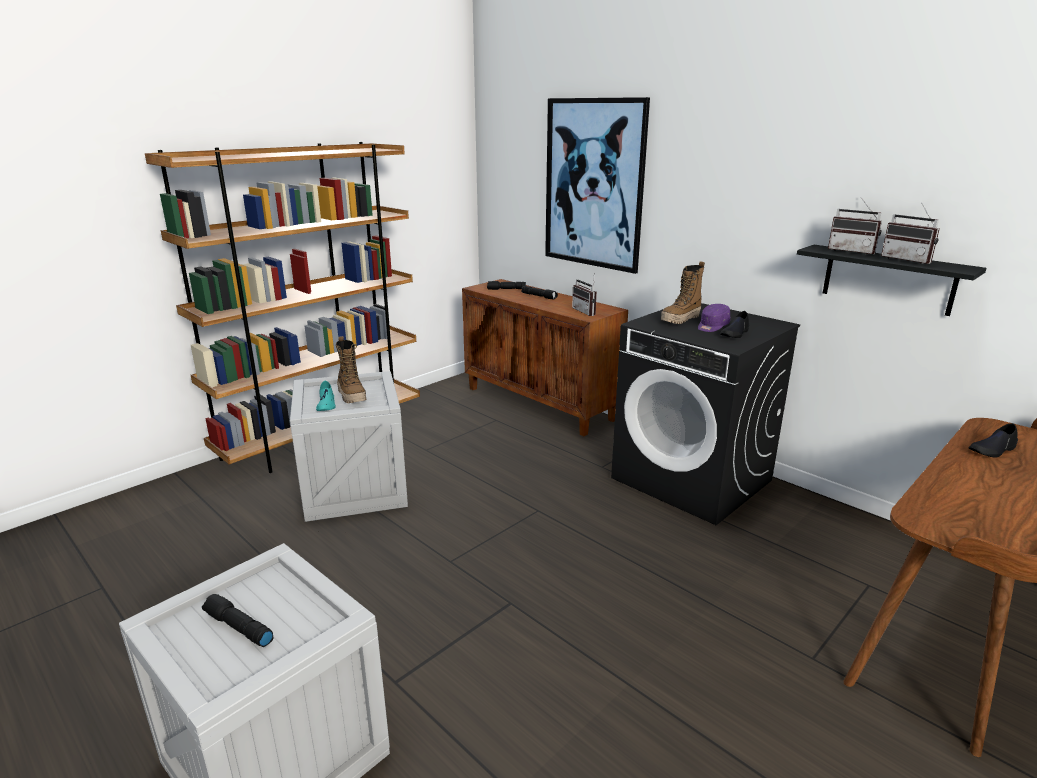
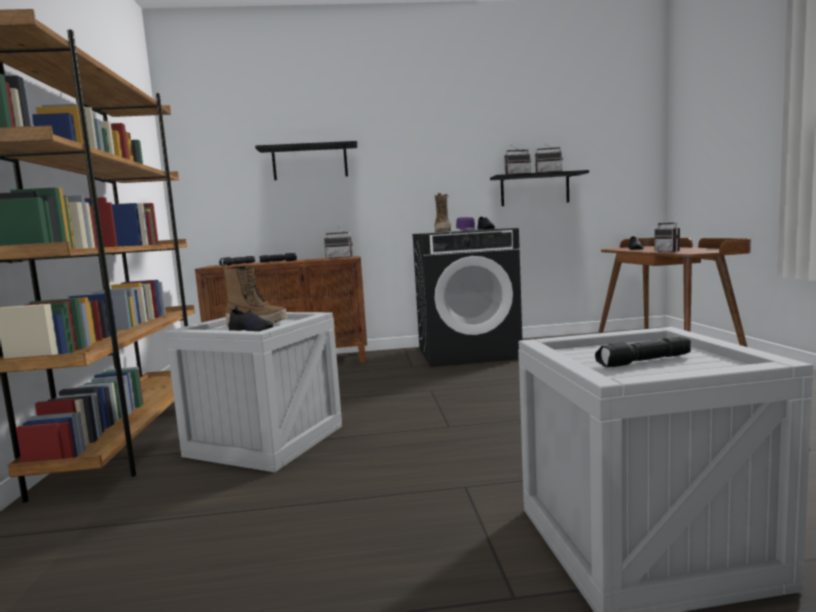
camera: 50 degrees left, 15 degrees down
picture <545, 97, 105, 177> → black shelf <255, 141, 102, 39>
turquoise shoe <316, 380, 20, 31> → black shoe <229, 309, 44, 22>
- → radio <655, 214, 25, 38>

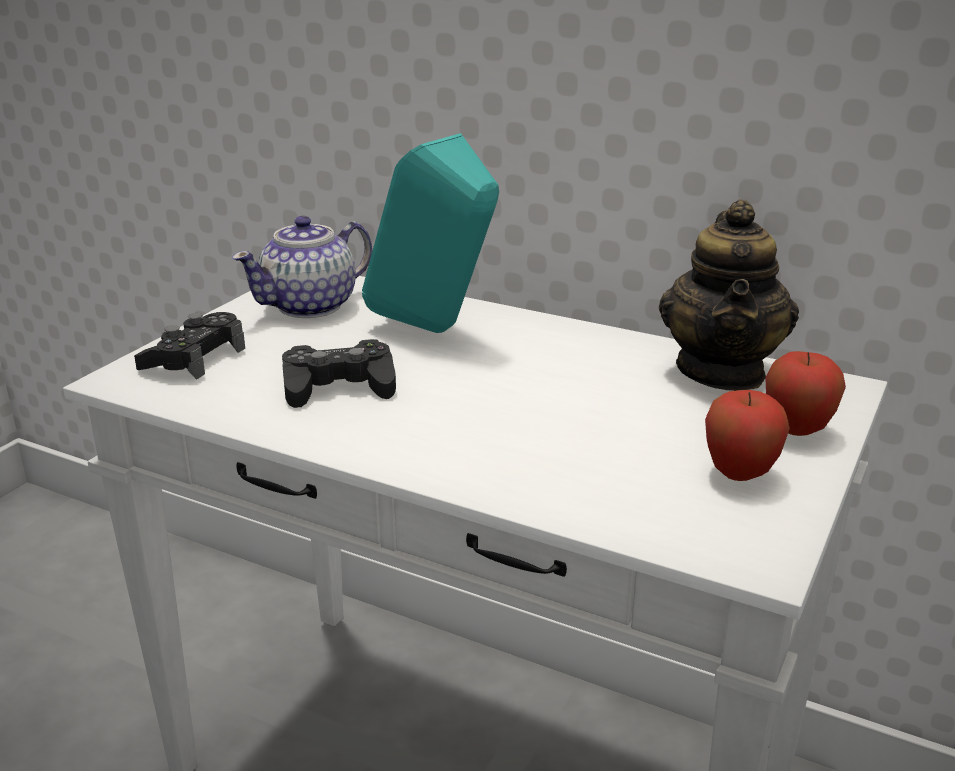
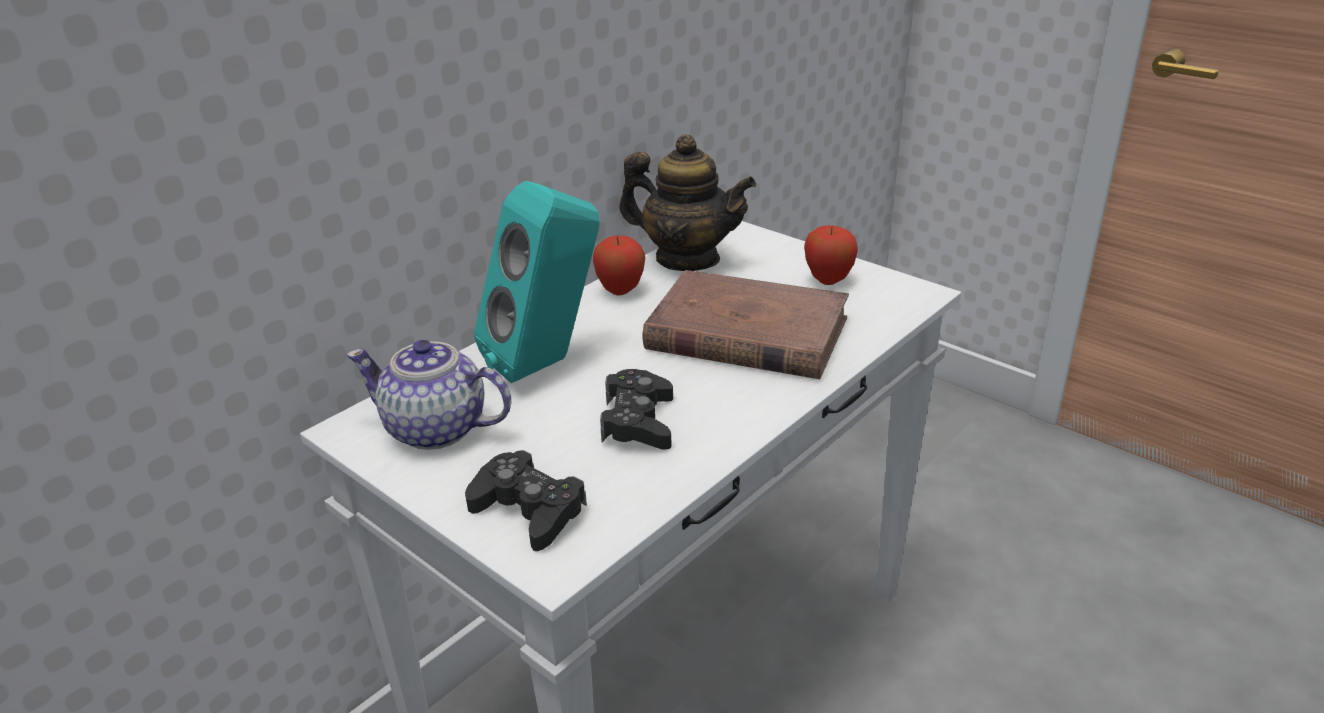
camera: 75 degrees left, 5 degrees up
teapot <232, 216, 140, 102> → teapot <346, 340, 166, 110>, 135 degrees clockwise
apple <765, 351, 81, 85> → apple <593, 236, 52, 59>, moved
- → brown book <643, 270, 206, 109>

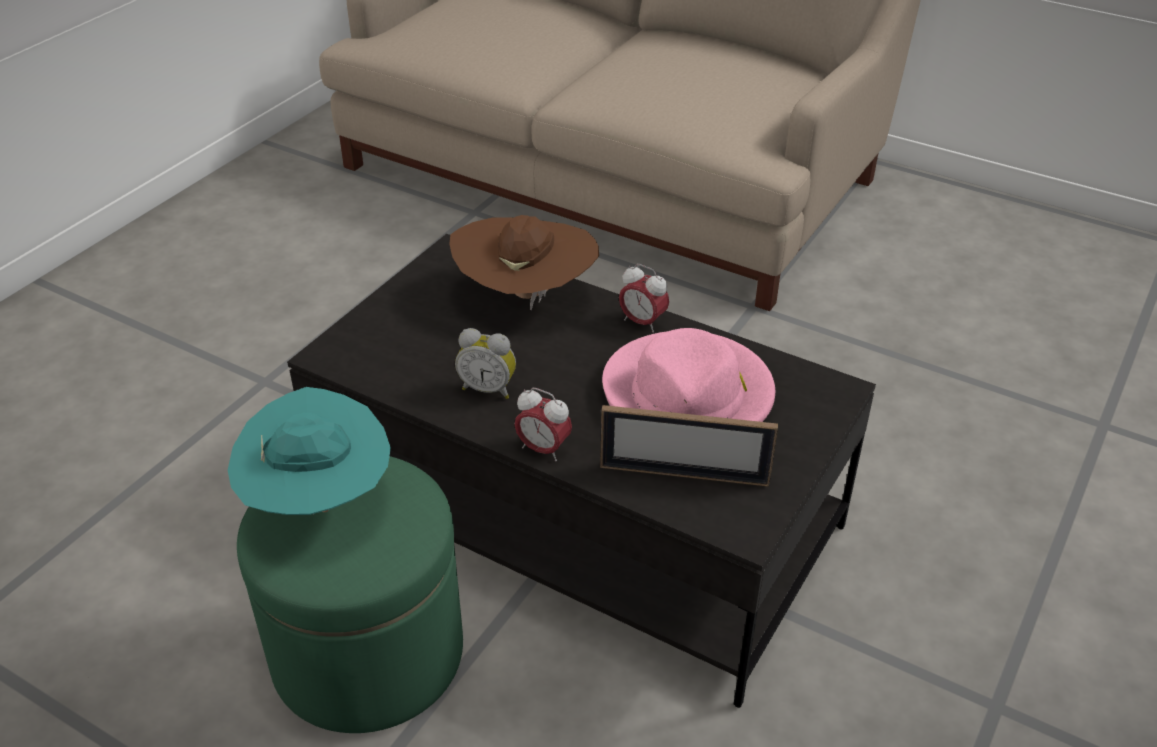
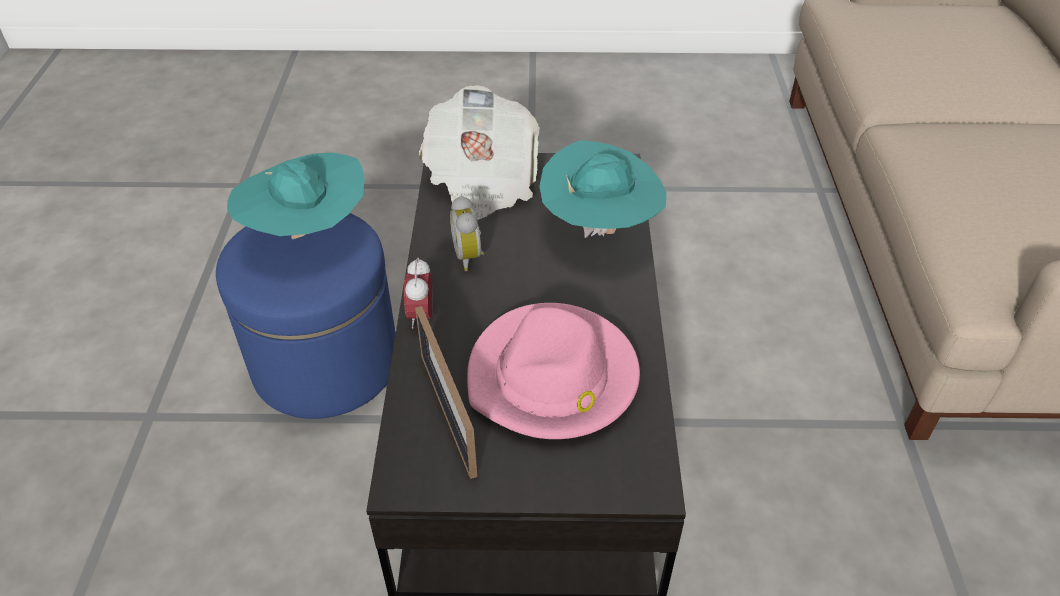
camera: 60 degrees right, 5 degrees up
brown hat <449, 215, 150, 95> → turquoise hat <539, 140, 128, 98>
alarm clock <619, 264, 50, 69> → -
green ottoman <237, 456, 226, 277> → blue ottoman <216, 213, 180, 206>
- → newspaper <419, 85, 121, 135>

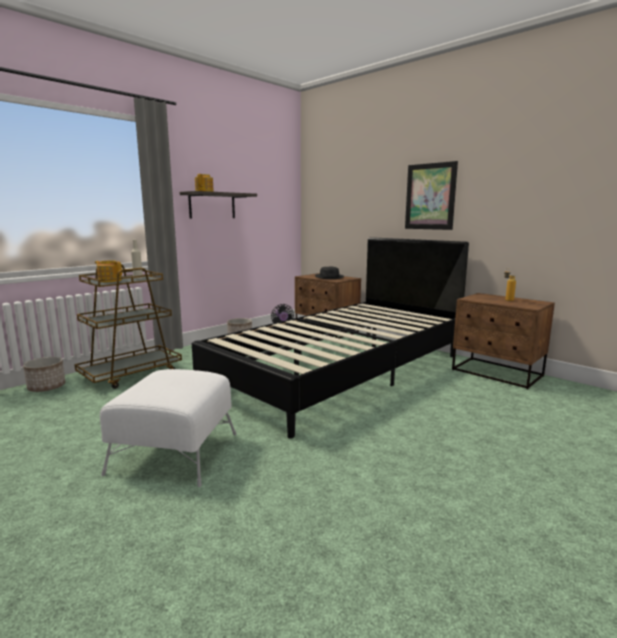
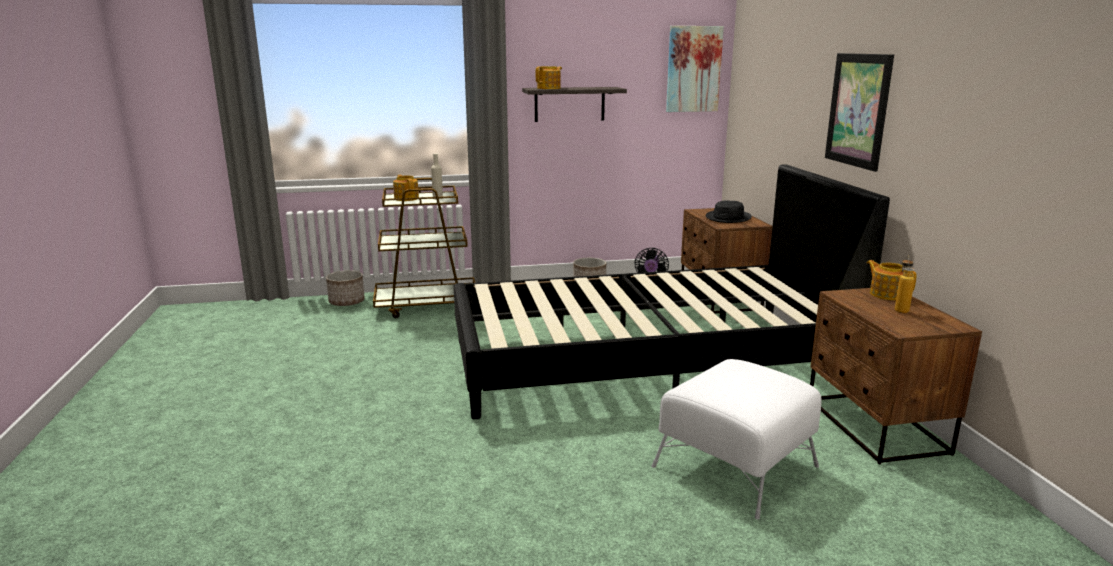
camera: 35 degrees right, 5 degrees up
white ottoman <100, 369, 137, 118> → white ottoman <651, 359, 171, 161>, moved
- → picture <666, 26, 58, 86>
- → teapot <867, 260, 50, 40>

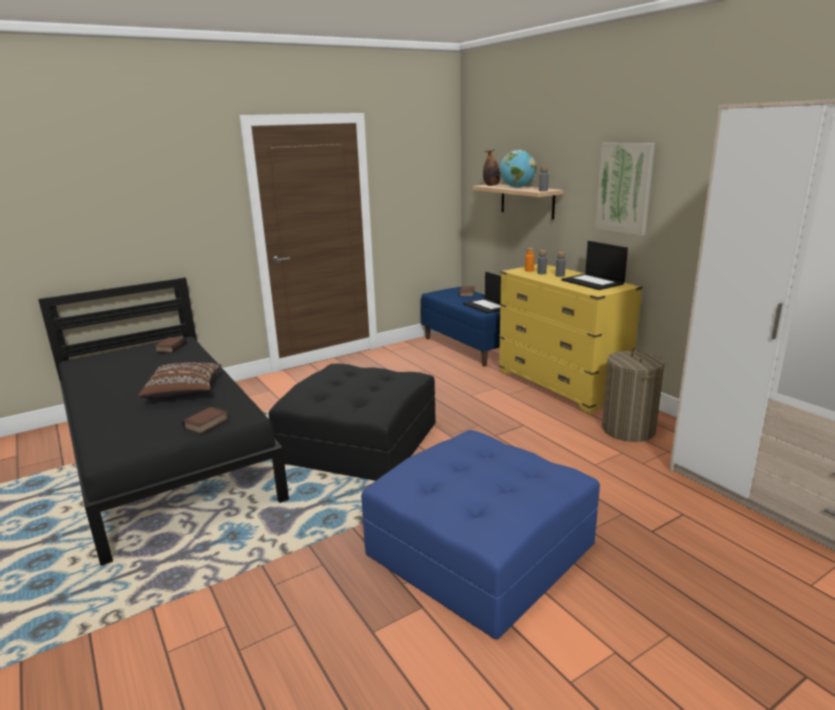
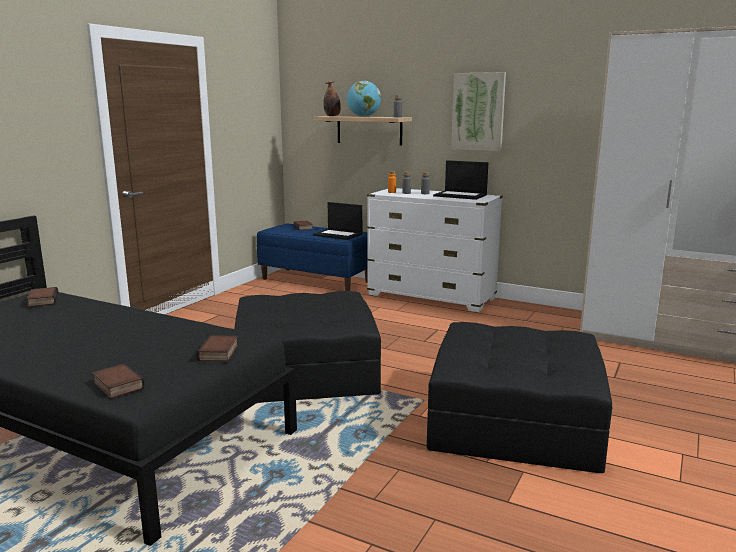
camera: 30 degrees left, 5 degrees down
yellow dresser <499, 264, 144, 149> → white dresser <367, 188, 136, 124>
laundry basket <602, 348, 63, 94> → -
brown pillow <138, 362, 83, 38> → -
blue ottoman <361, 430, 239, 210> → black ottoman <427, 322, 185, 151>
- → book <92, 363, 53, 36>

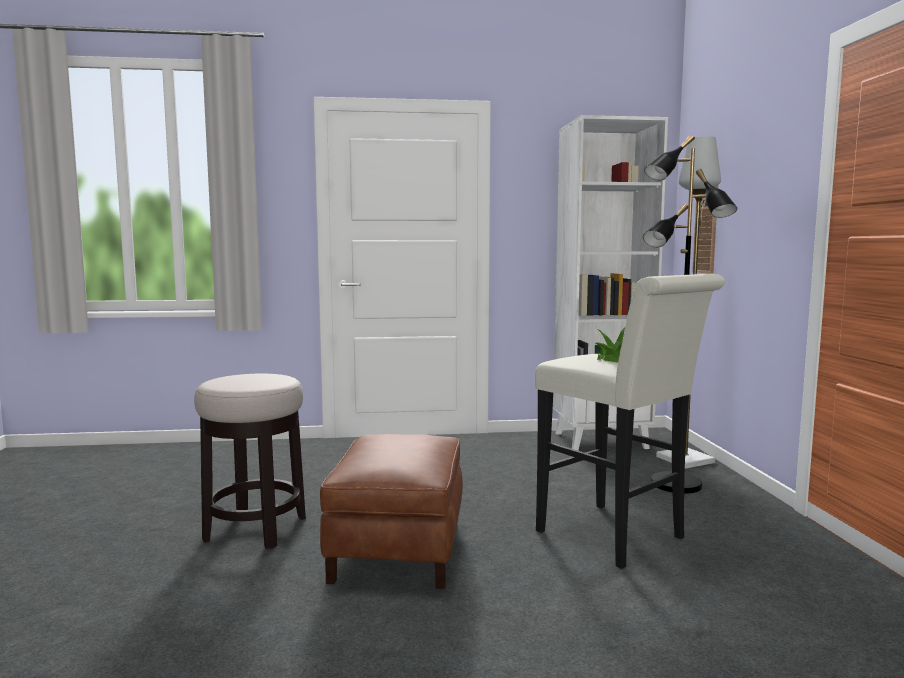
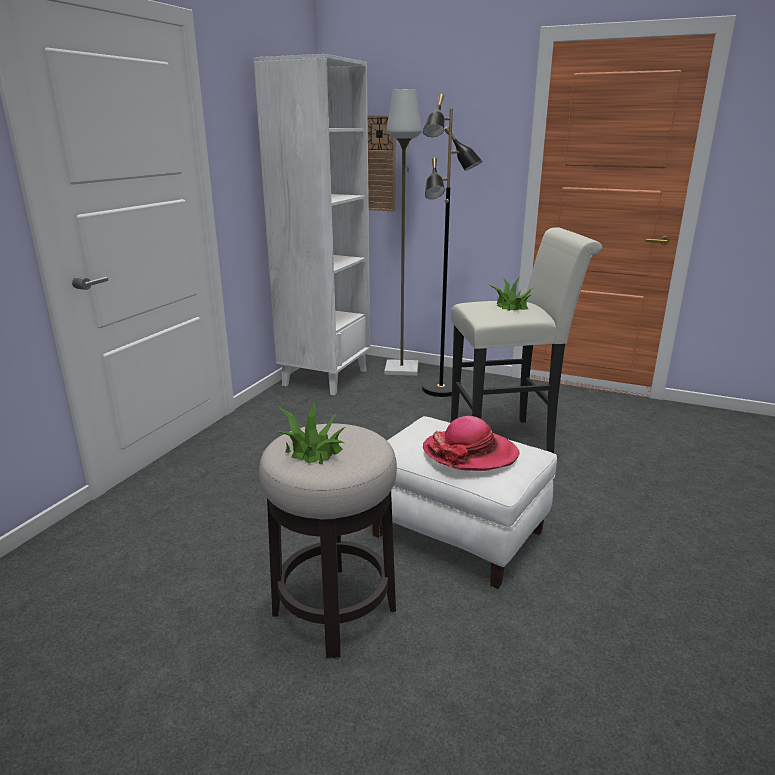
camera: 60 degrees left, 15 degrees up
brown ottoman <320, 434, 143, 155> → white ottoman <372, 416, 185, 173>
- → potted plant <278, 403, 68, 61>
- → hat <423, 416, 96, 55>

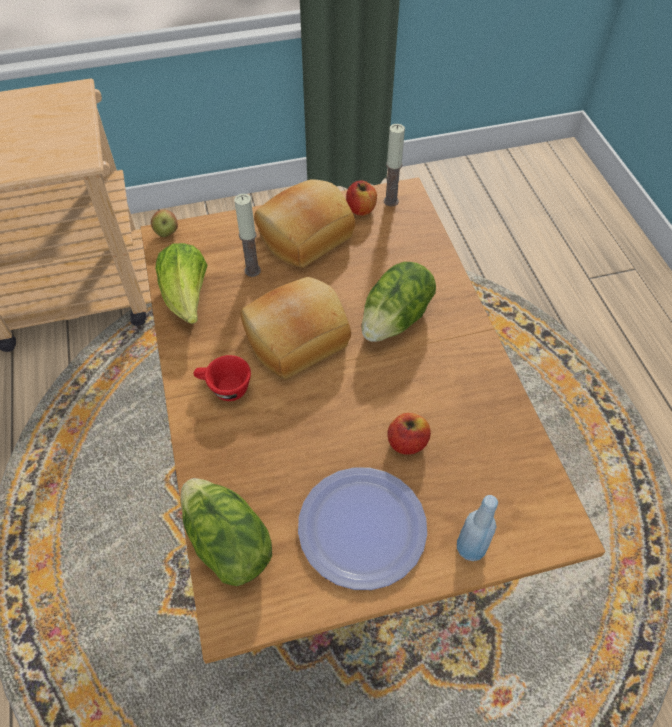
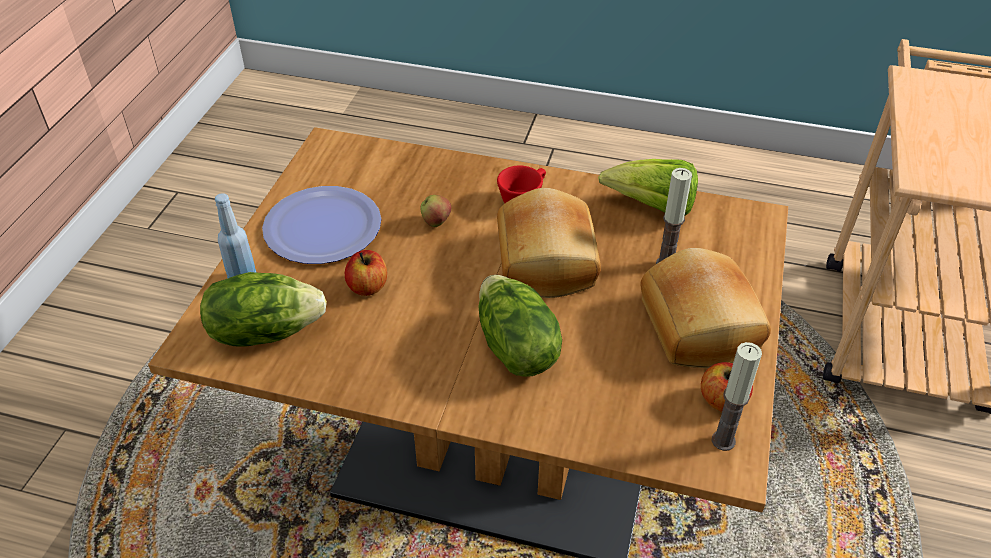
camera: 120 degrees right, 10 degrees down
apple <151, 210, 27, 27> → apple <420, 195, 32, 32>, moved
lettuce <181, 478, 91, 108> → lettuce <200, 272, 127, 75>, moved

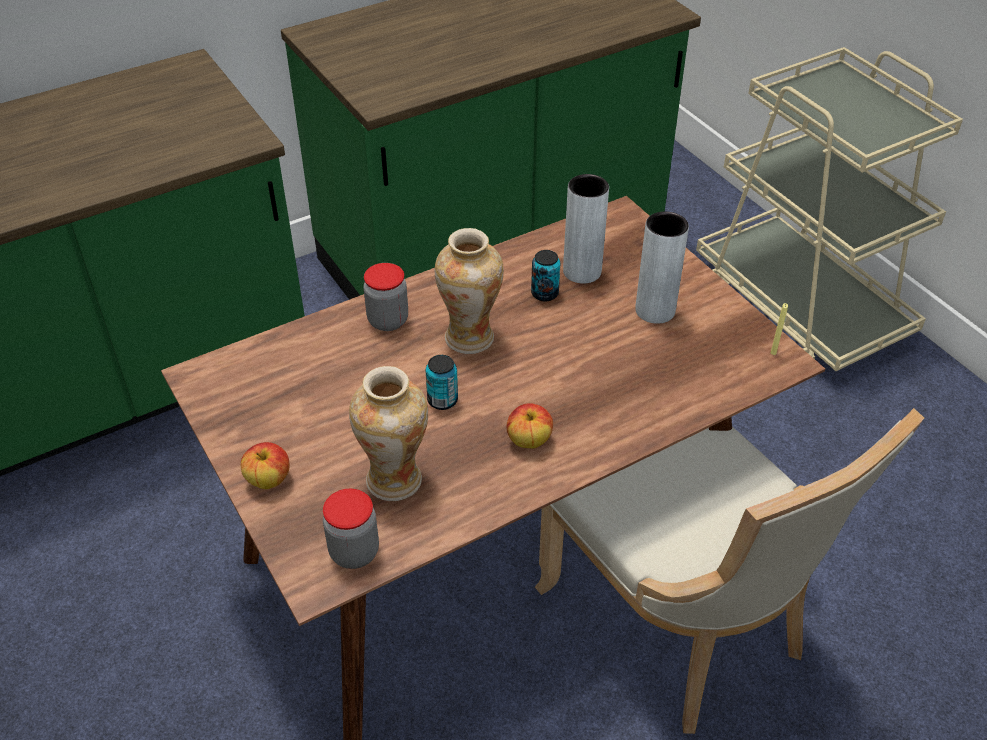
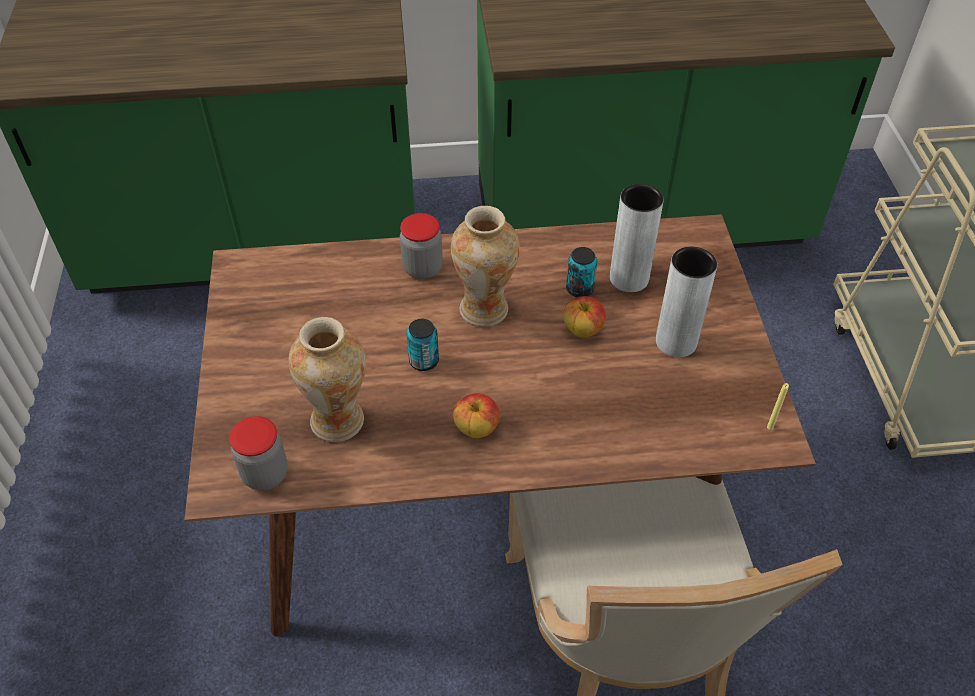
camera: 25 degrees right, 5 degrees up
apple <241, 442, 49, 47> → apple <563, 296, 43, 41>, moved

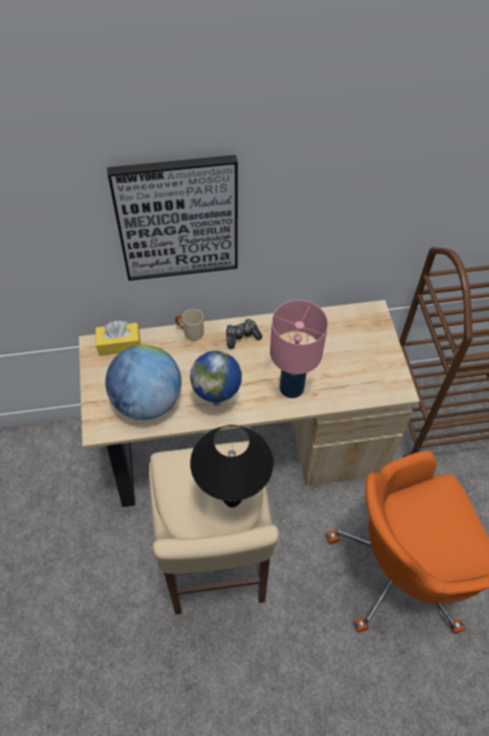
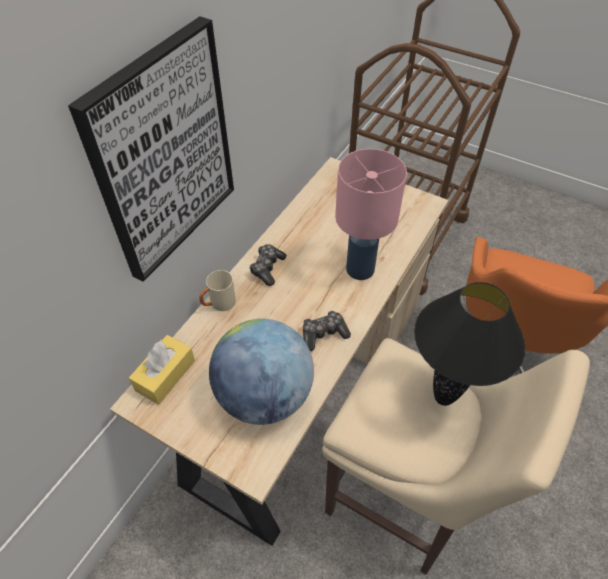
camera: 50 degrees left, 5 degrees down
globe <190, 351, 52, 55> → game controller <303, 311, 48, 40>

